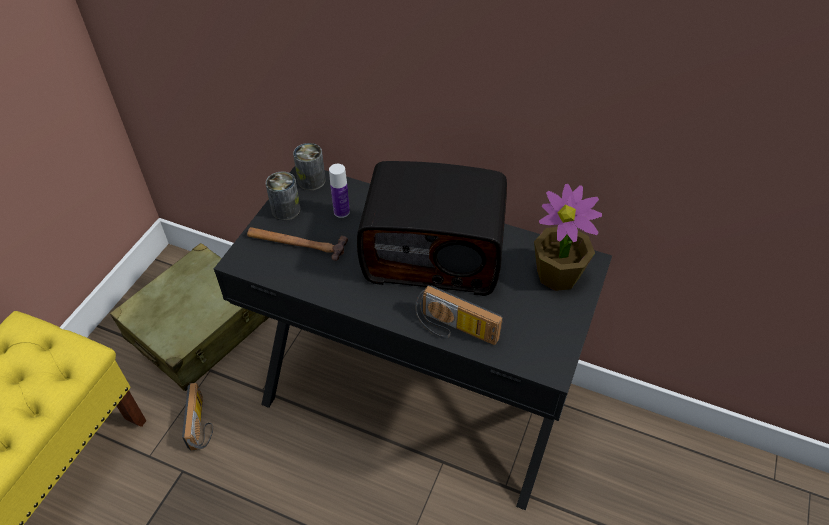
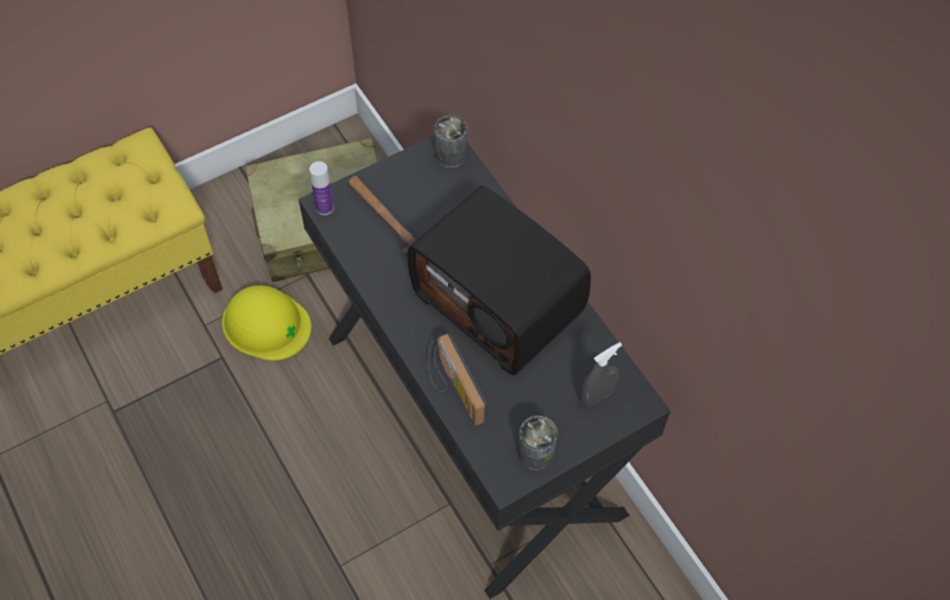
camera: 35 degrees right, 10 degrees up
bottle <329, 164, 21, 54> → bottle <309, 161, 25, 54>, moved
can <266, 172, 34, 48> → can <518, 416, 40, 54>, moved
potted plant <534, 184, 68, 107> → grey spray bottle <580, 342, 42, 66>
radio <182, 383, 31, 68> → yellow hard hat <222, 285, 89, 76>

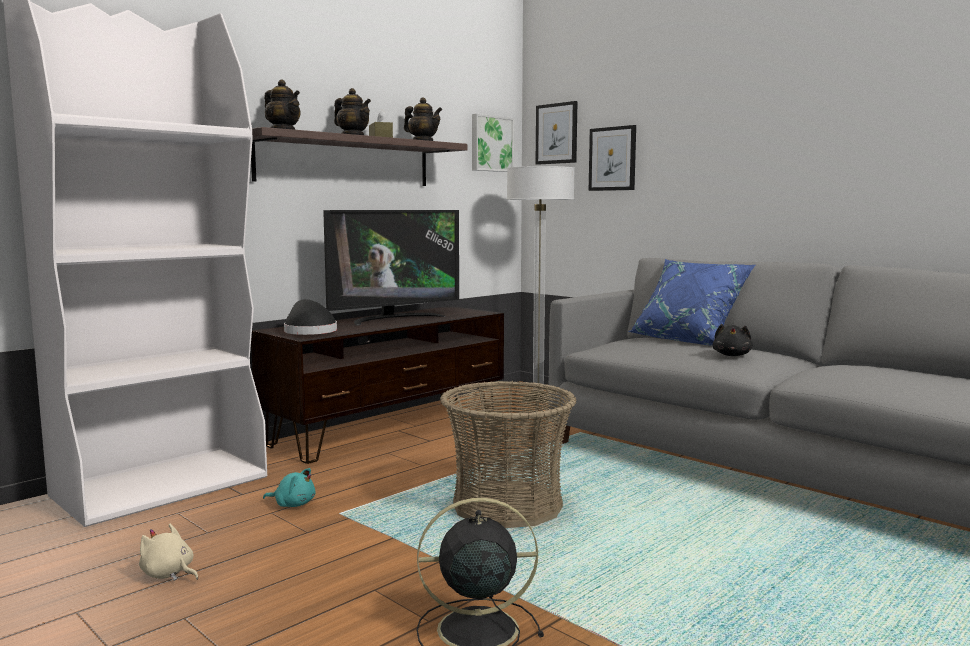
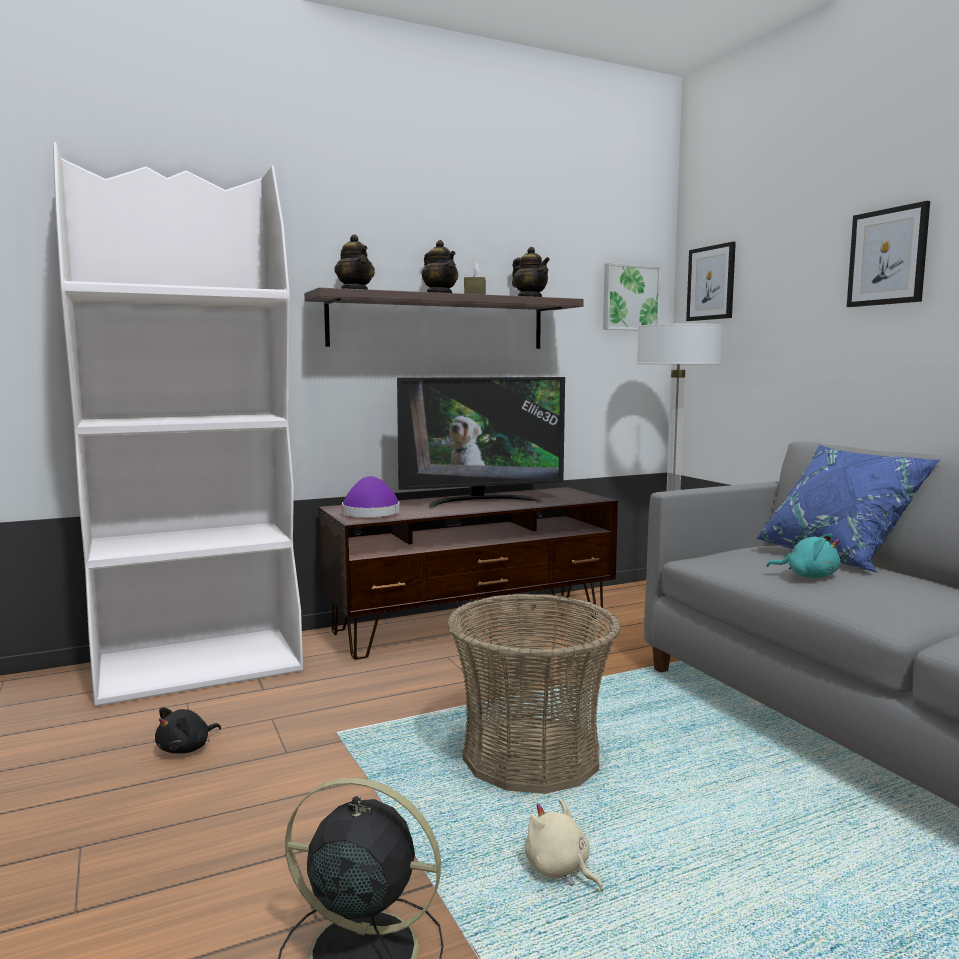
camera: 20 degrees right, 0 degrees up
picture <589, 125, 47, 66> → picture <847, 201, 83, 106>, moved
black hat <284, 299, 53, 36> → purple hat <342, 476, 58, 41>
black plush toy <712, 324, 41, 32> → black plush toy <155, 707, 66, 47>, moved
turquoise plush toy <263, 468, 52, 39> → turquoise plush toy <767, 534, 73, 44>, moved
beige plush toy <139, 524, 59, 57> → beige plush toy <525, 799, 78, 93>, moved

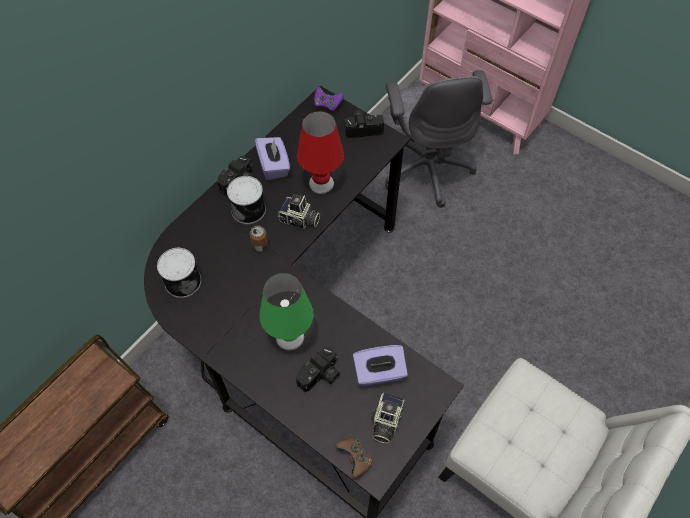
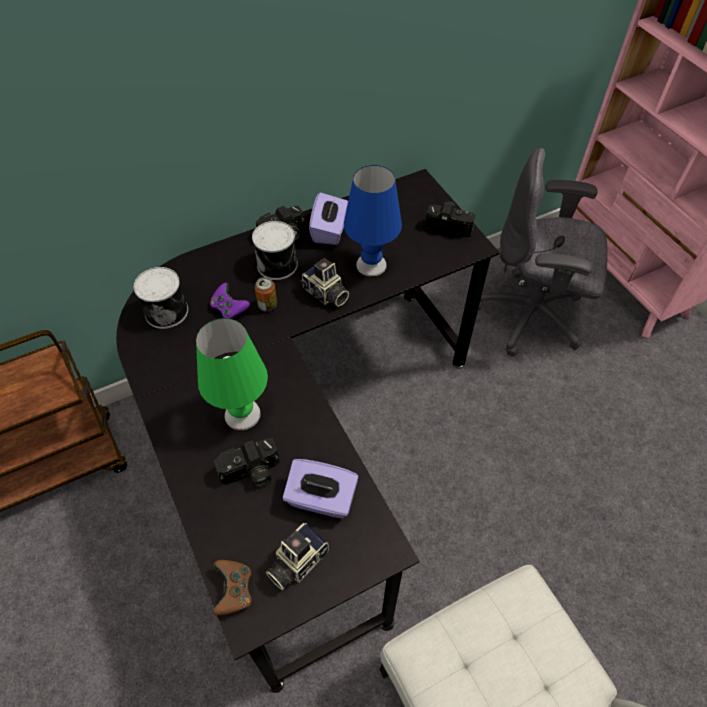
camera: 25 degrees right, 5 degrees down
grey office chair <385, 70, 107, 138> → grey office chair <478, 148, 130, 208>, 90 degrees clockwise
purple game controller <314, 87, 30, 25> → purple game controller <210, 283, 40, 36>, moved
red table lamp <297, 111, 47, 83> → blue table lamp <344, 165, 58, 112>

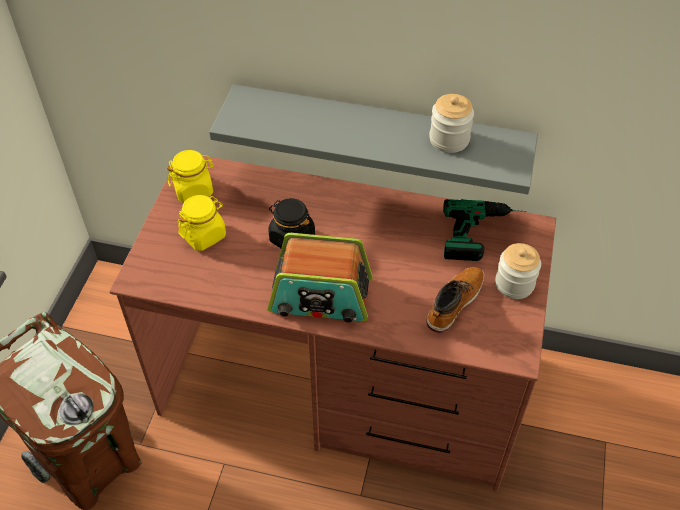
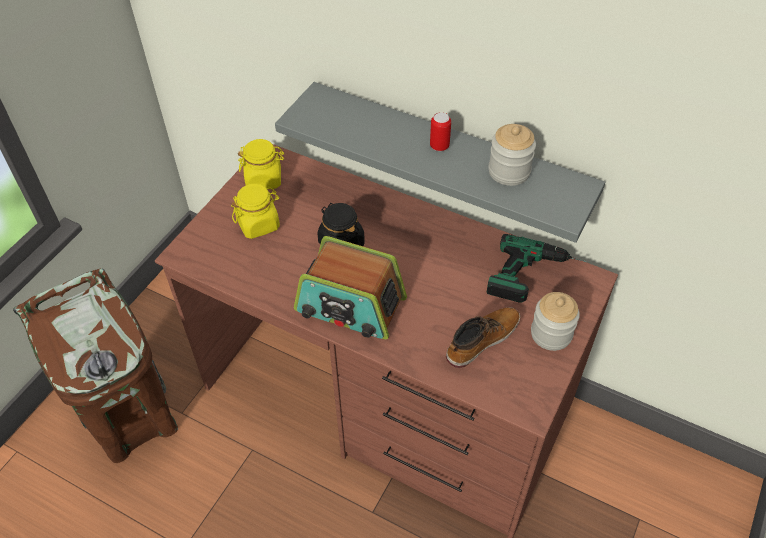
camera: 15 degrees right, 0 degrees up
- → can <430, 112, 21, 39>

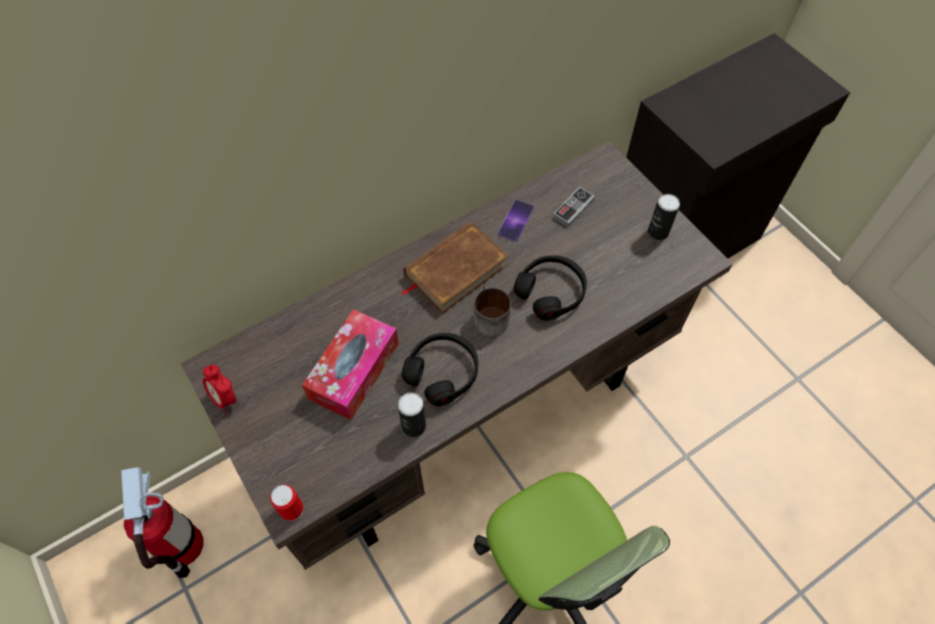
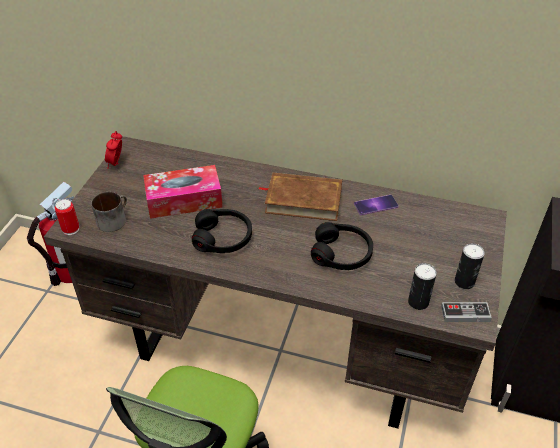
camera: 50 degrees right, 15 degrees down
game controller <553, 187, 42, 40> → game controller <441, 302, 51, 20>, moved
mug <474, 286, 37, 50> → mug <91, 192, 36, 40>, moved
can <398, 392, 28, 45> → can <408, 263, 29, 47>, moved

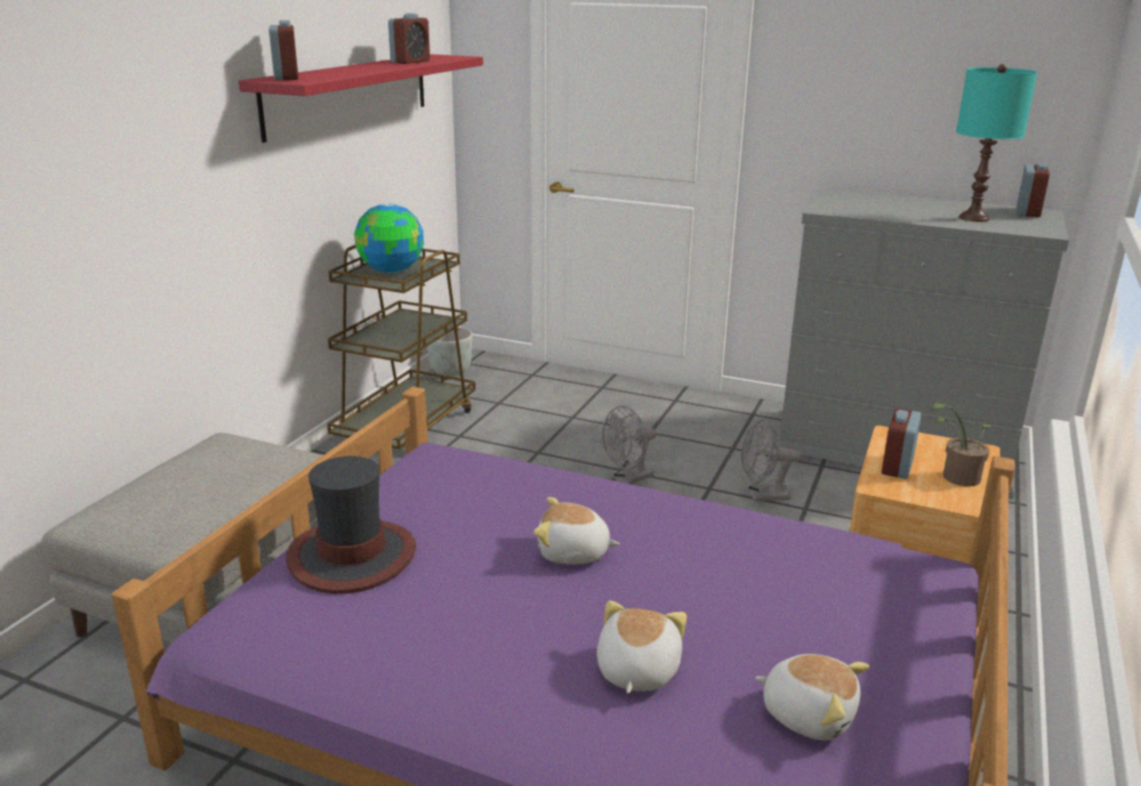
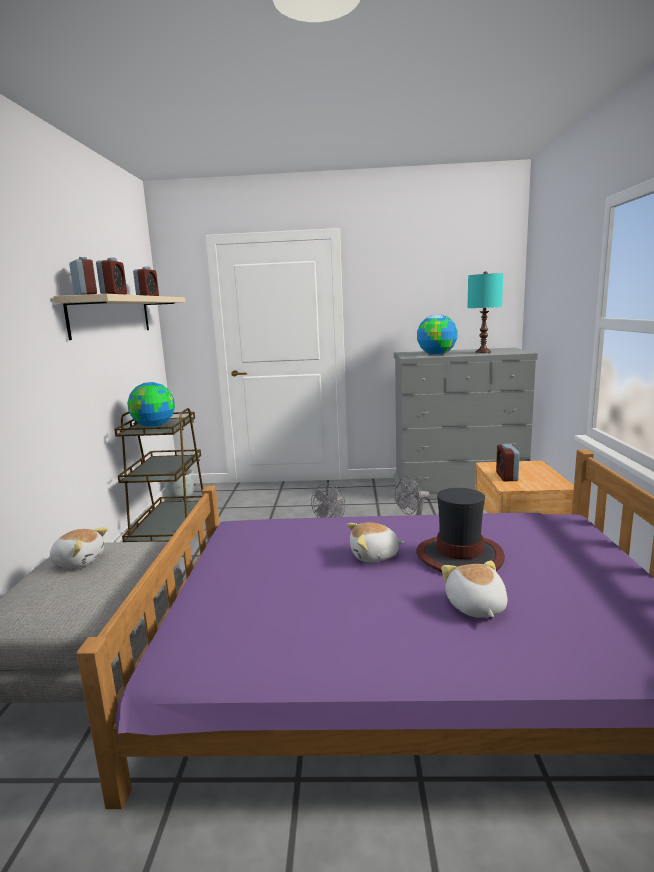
camera: 20 degrees left, 10 degrees down
red shelf <239, 54, 244, 89> → beige shelf <53, 294, 133, 46>
alarm clock <1017, 163, 33, 54> → alarm clock <96, 257, 31, 37>, moved
potted plant <931, 403, 60, 84> → -
hat <286, 456, 130, 138> → hat <416, 488, 89, 84>, moved
plush toy <755, 654, 115, 86> → plush toy <50, 527, 58, 41>, moved
- → globe <417, 314, 40, 41>

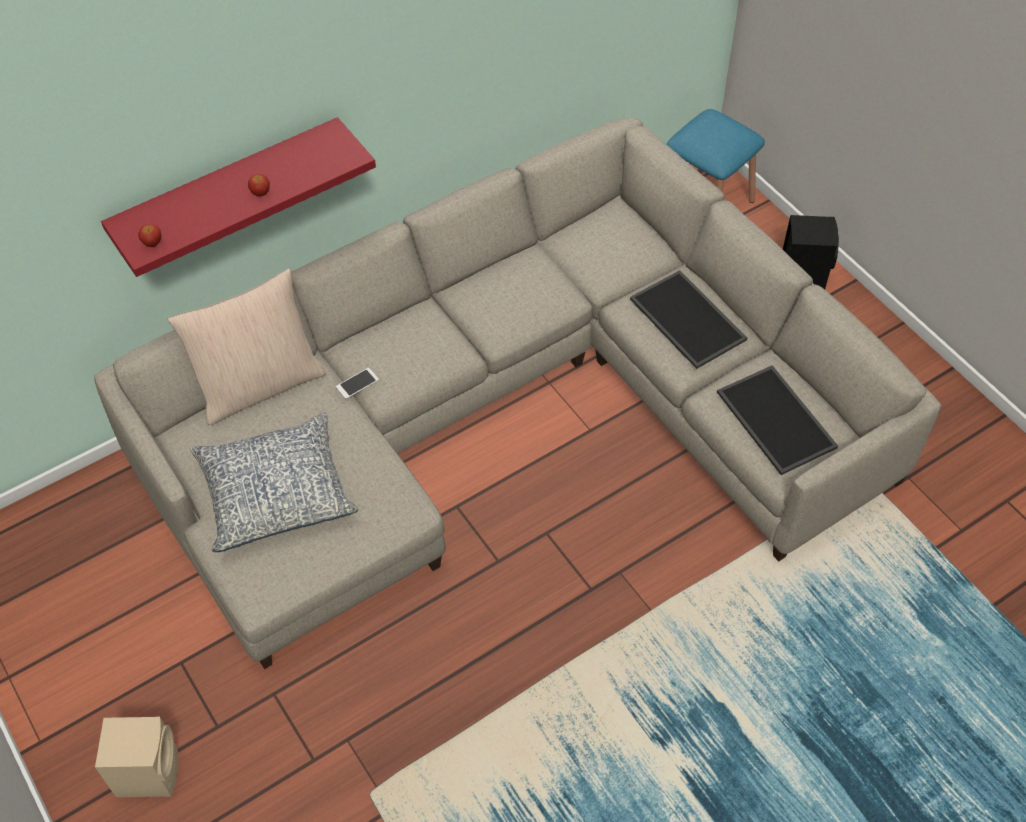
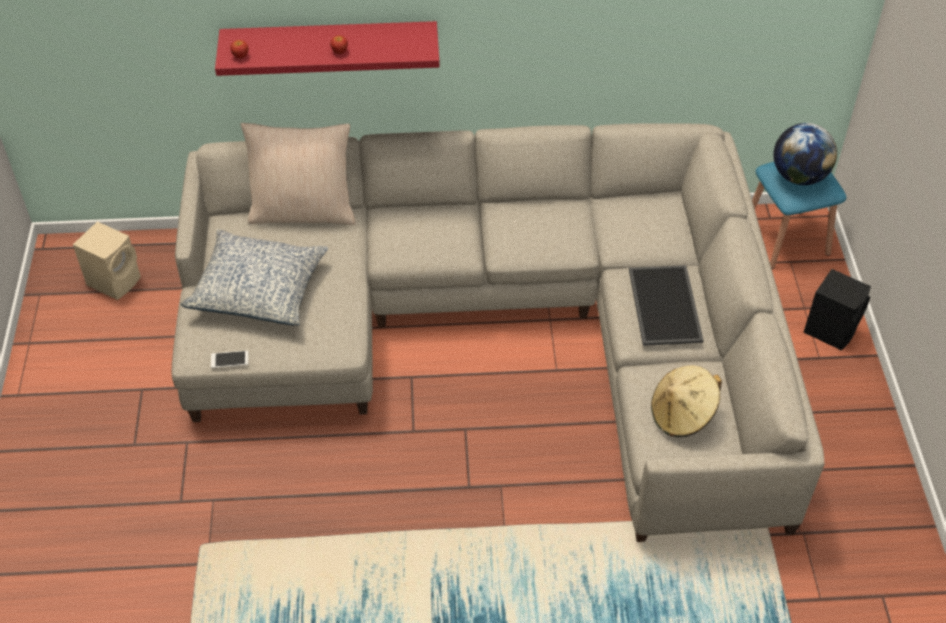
camera: 30 degrees right, 5 degrees down
tray <717, 365, 121, 110> → beige hat <651, 365, 71, 72>
phone <336, 368, 43, 31> → phone <211, 350, 37, 18>, moved
beige speaker <95, 717, 83, 80> → beige speaker <73, 222, 68, 78>, moved
- → globe <773, 123, 64, 62>

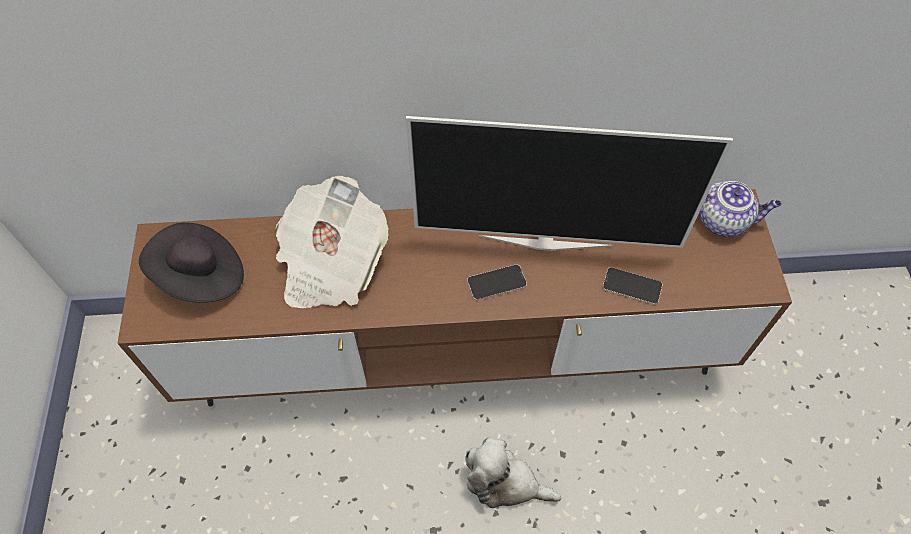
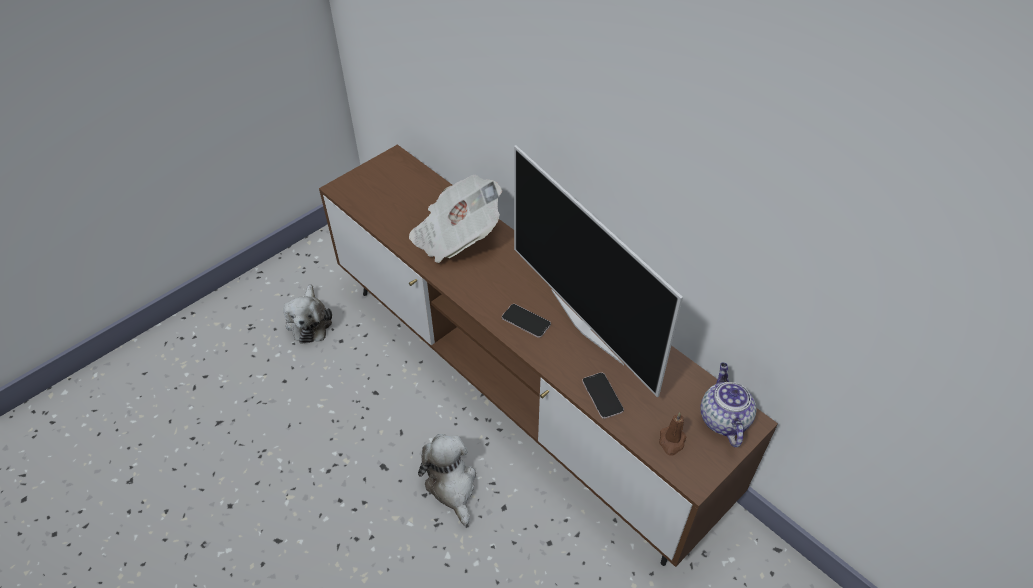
camera: 50 degrees right, 10 degrees down
teapot <698, 181, 84, 56> → teapot <700, 362, 57, 85>, 150 degrees counterclockwise
black hat <139, 222, 105, 81> → -
- → plush toy <283, 284, 49, 60>
- → brown candle <659, 412, 27, 44>

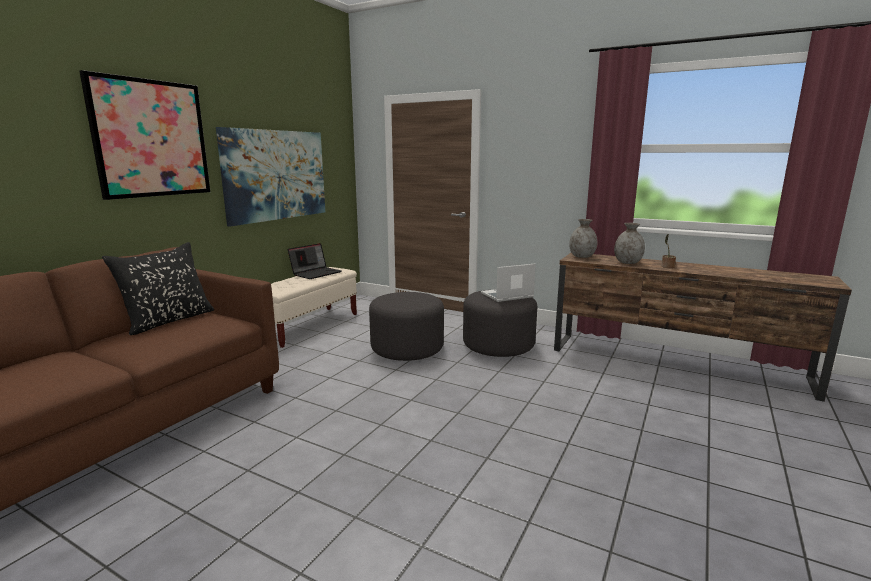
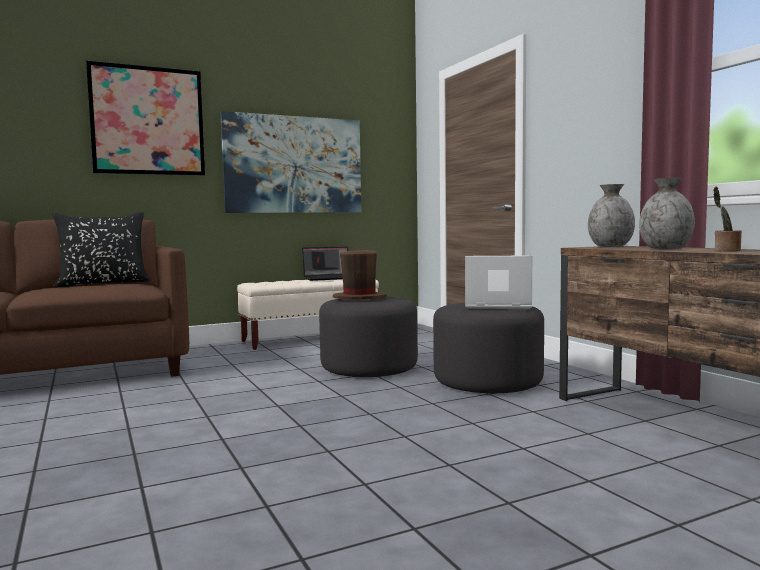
camera: 35 degrees right, 10 degrees down
- → brown hat <333, 250, 54, 50>

